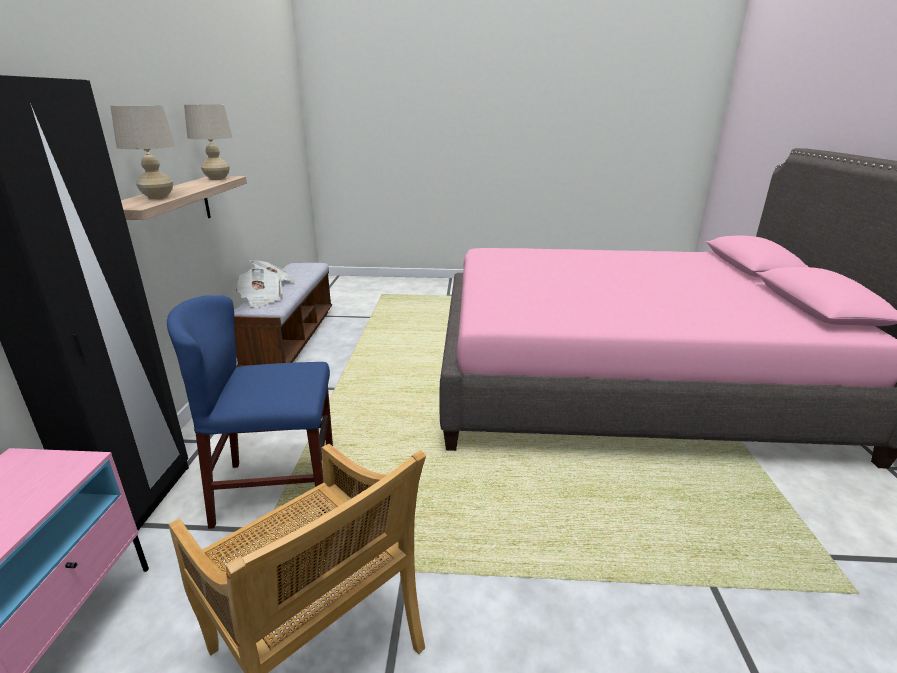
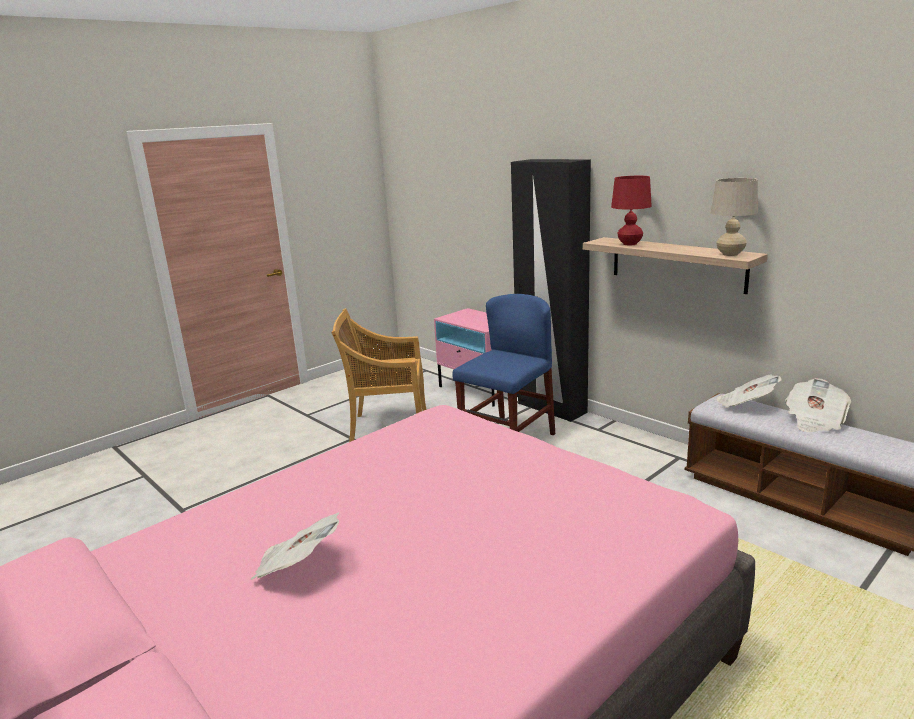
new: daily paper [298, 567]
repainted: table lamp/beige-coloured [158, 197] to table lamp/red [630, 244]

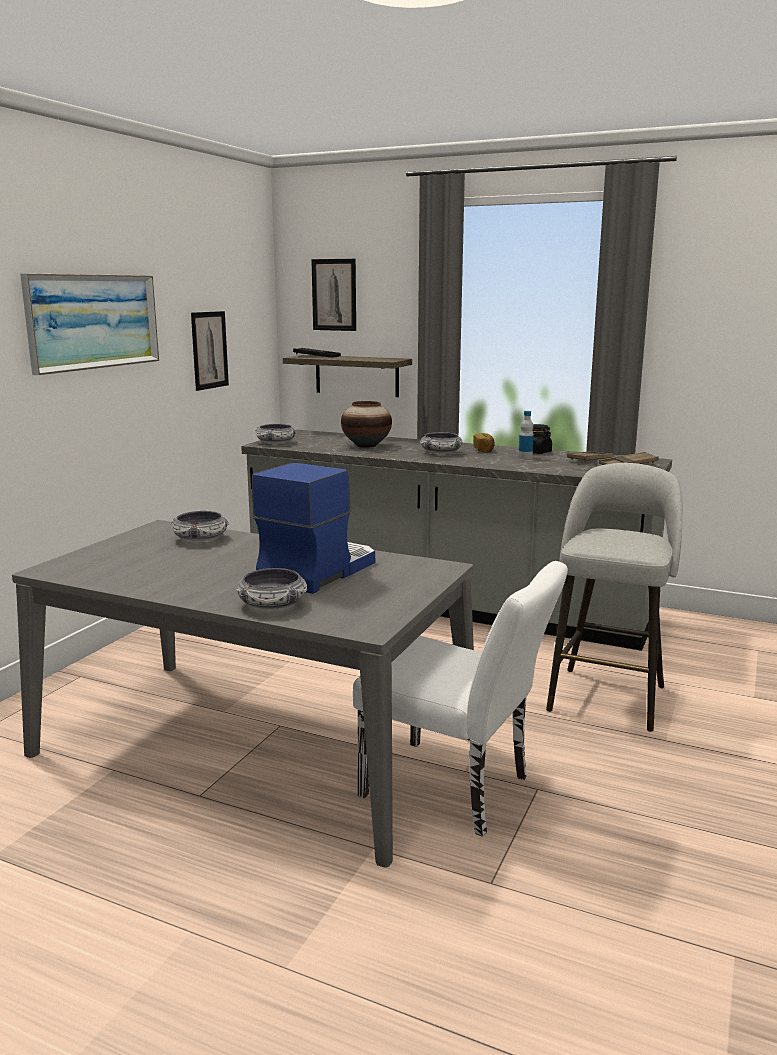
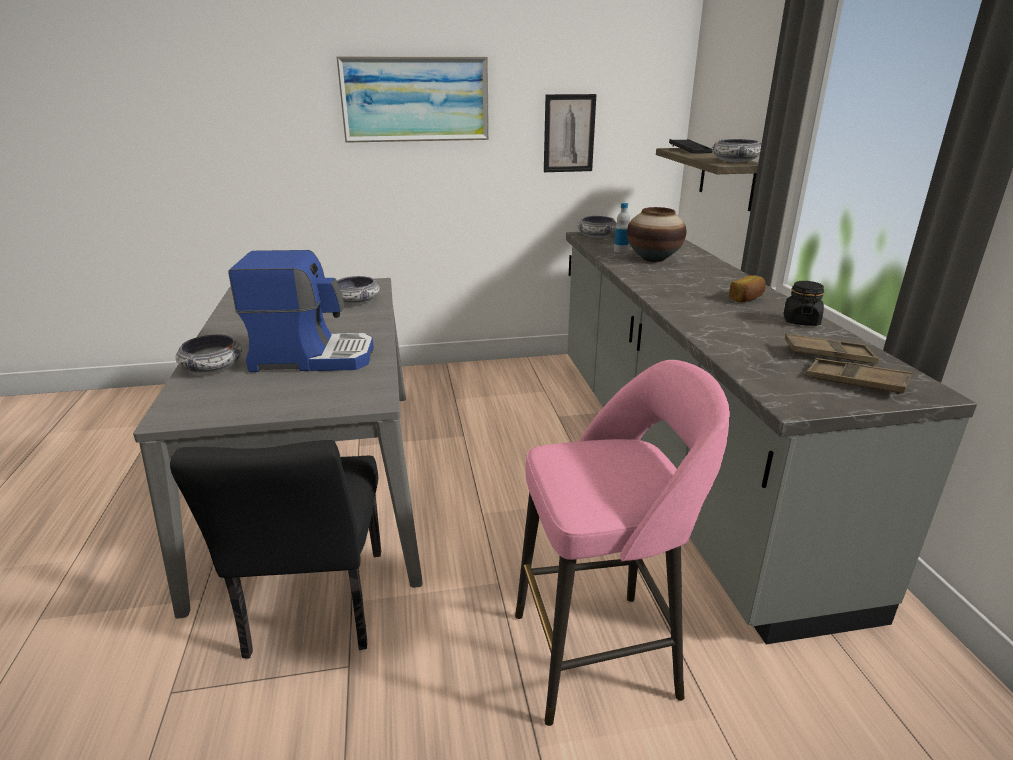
gone: wall art [334, 295]
shifted: drink bottle [525, 457] to [620, 250]; deep dish [441, 453] to [735, 162]
repainted: stool seat/grey [608, 696] to stool seat/pink-coloured [600, 654]; upright chair/whitish [457, 790] to upright chair/black-coloured [314, 611]

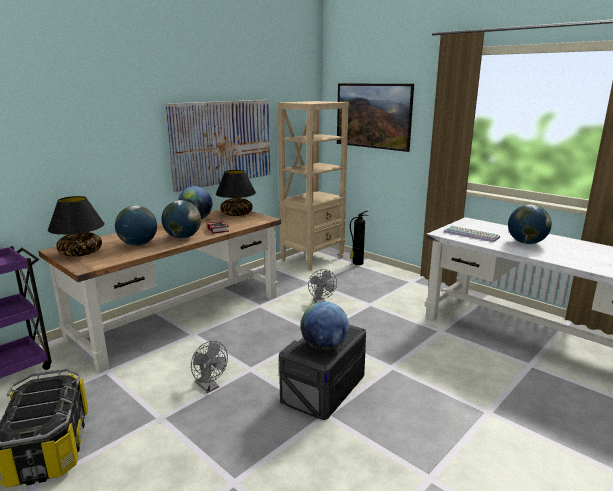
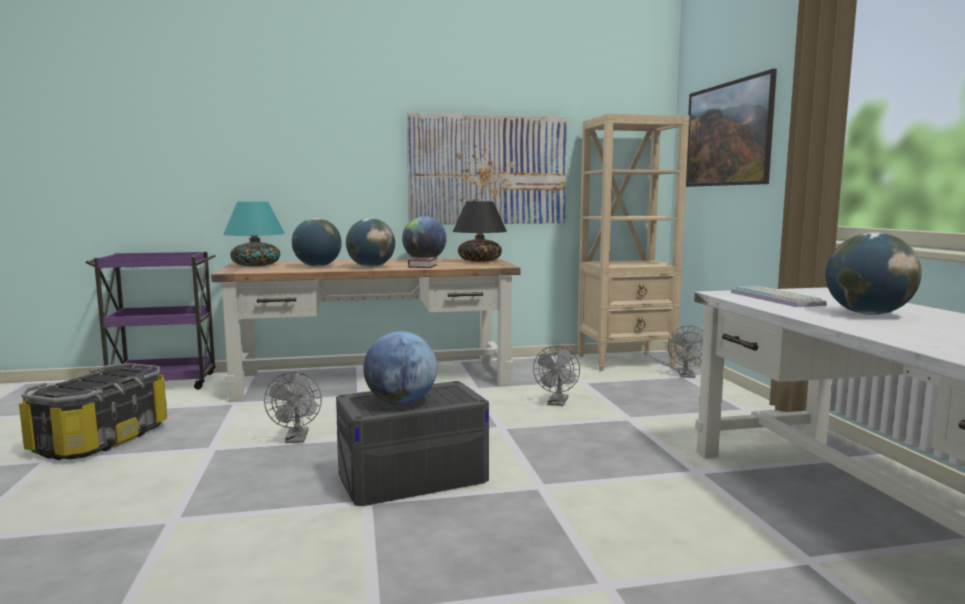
swapped: fire extinguisher [357, 263] to cooling fan/grey [687, 376]
repainted: table lamp/black-coloured [80, 253] to table lamp/turquoise [256, 265]

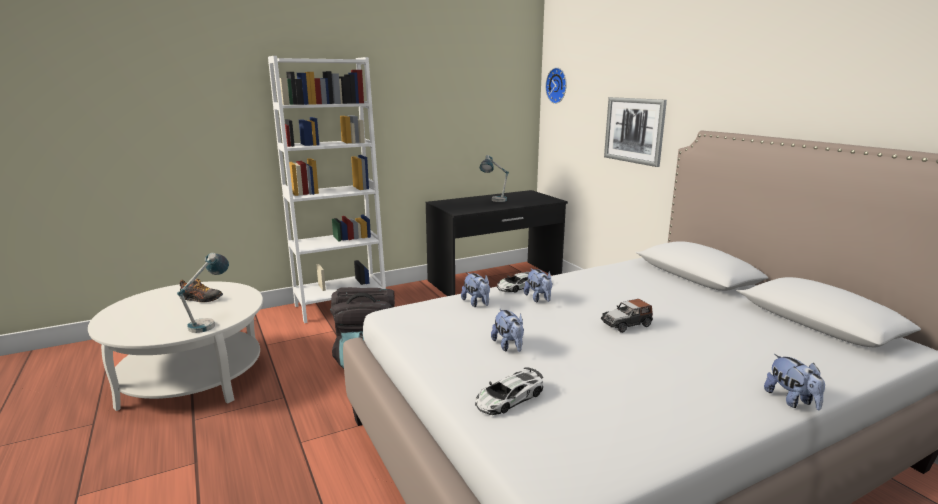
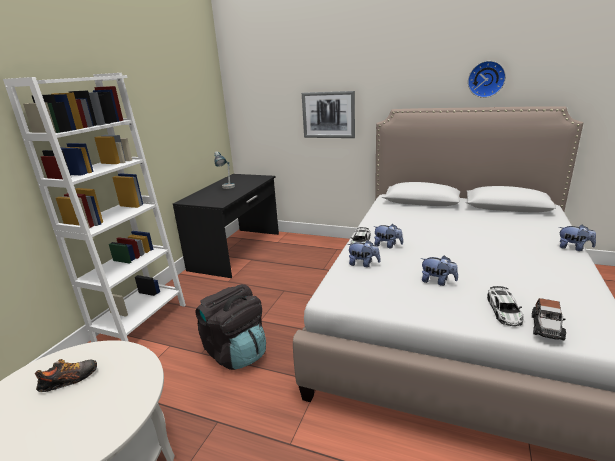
gone: table lamp [210, 323]
shifted: hanging clock [558, 85] to [486, 79]; toy car [626, 324] to [546, 327]

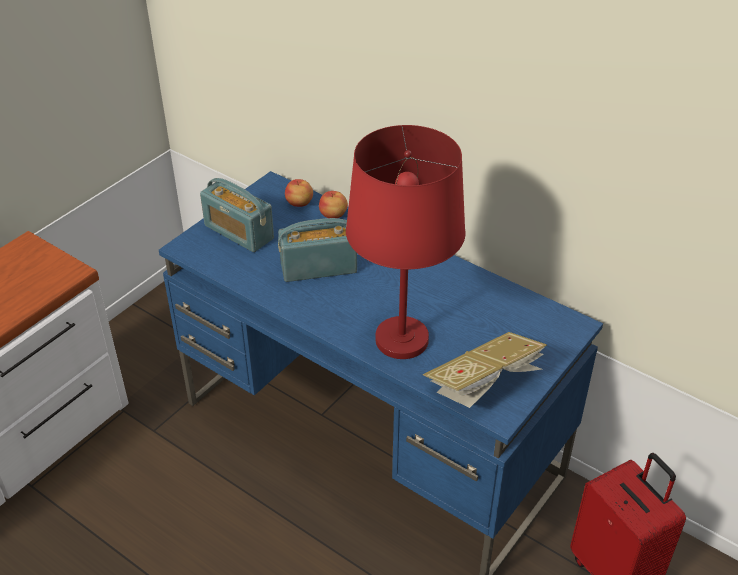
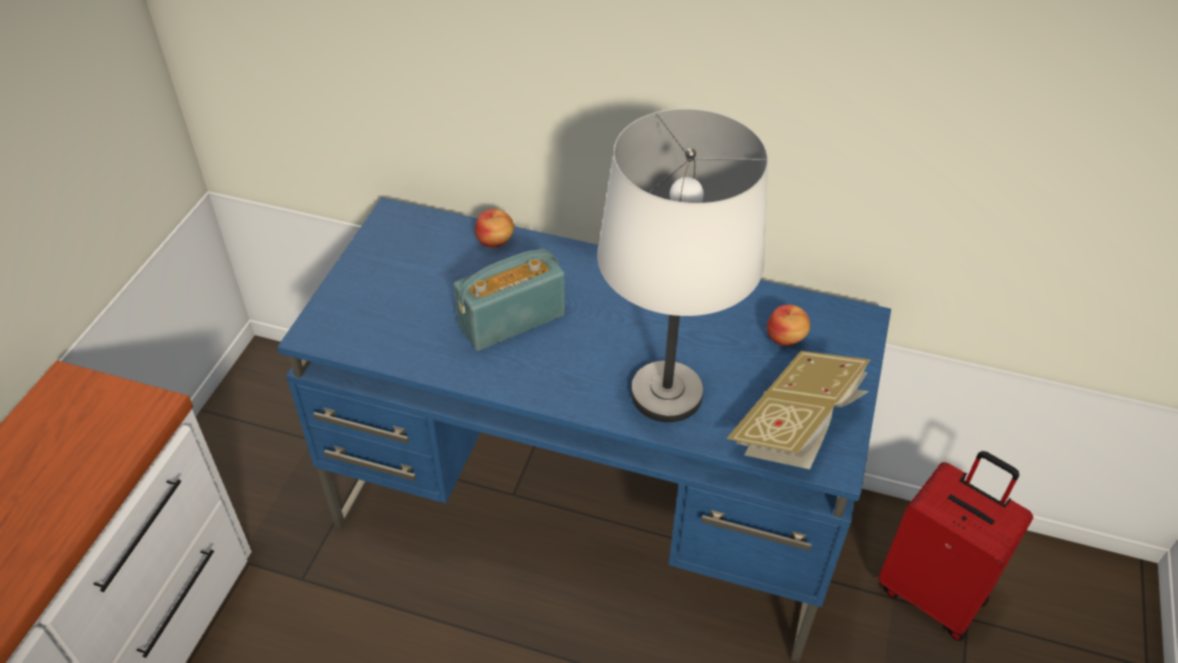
gone: radio [238, 232]
shifted: apple fruit [299, 203] to [786, 338]
repainted: table lamp/red [402, 339] to table lamp/whitish [666, 393]

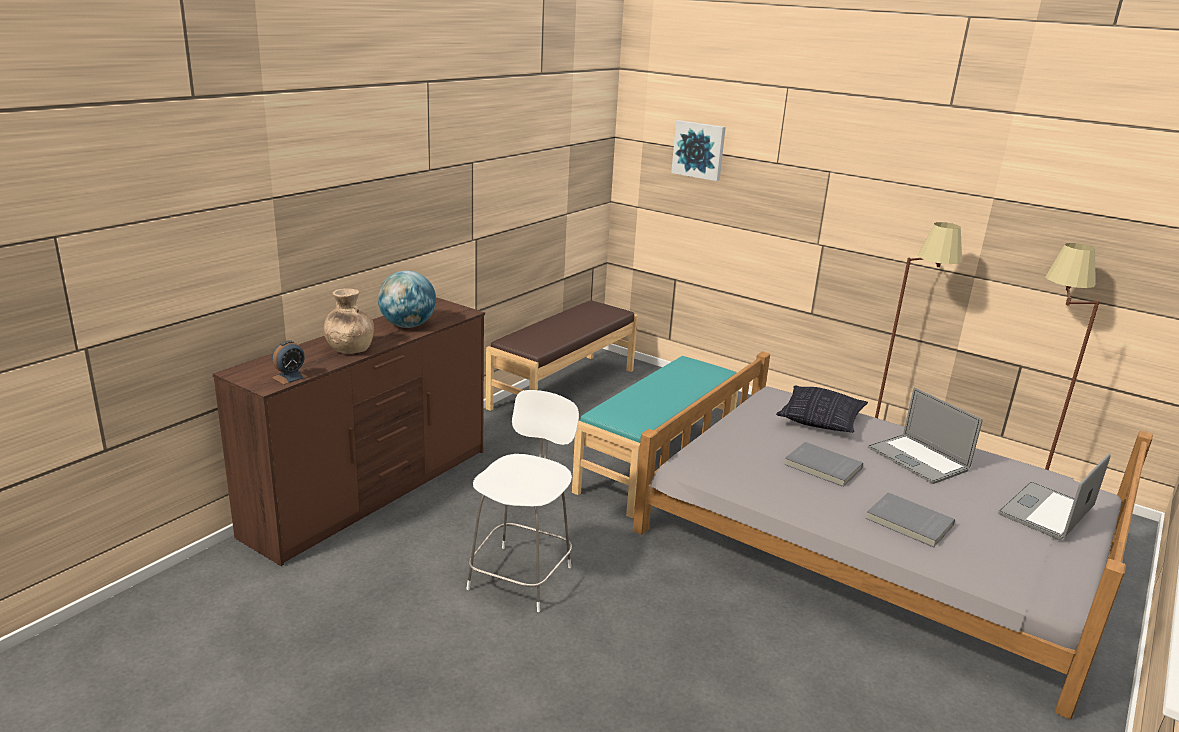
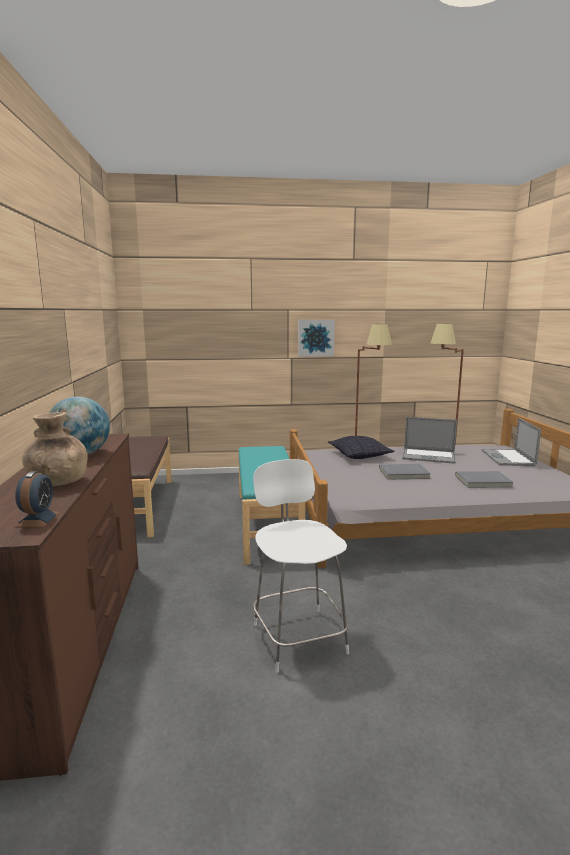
shifted: wall art [699, 150] to [315, 337]

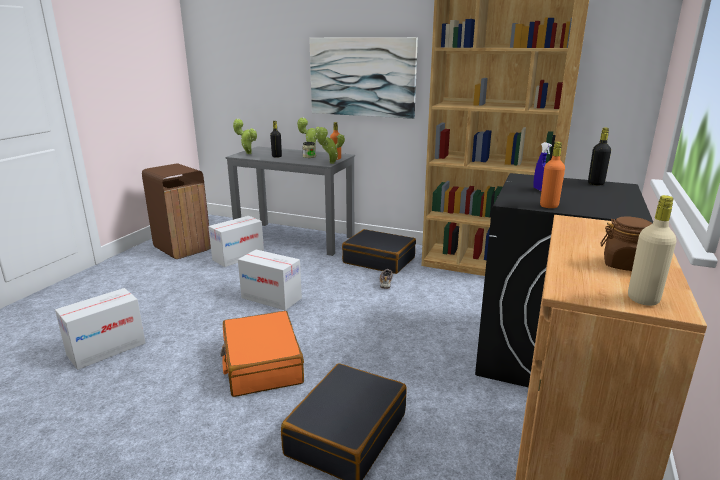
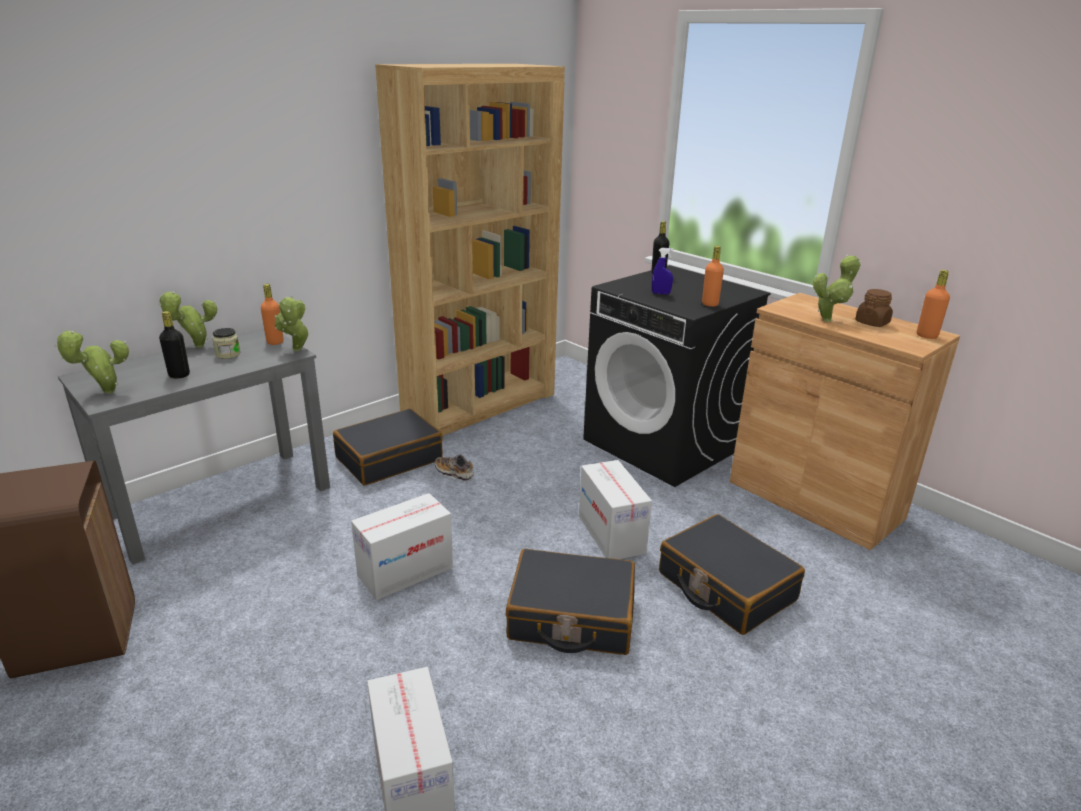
gone: wall art [362, 77]
new: potted plant [829, 319]
shifted: packing box [238, 257] to [611, 534]
repainted: drink bottle/beige-coloured [643, 299] to drink bottle/orange [926, 336]; suitcase/orange [262, 364] to suitcase/black-coloured [571, 617]

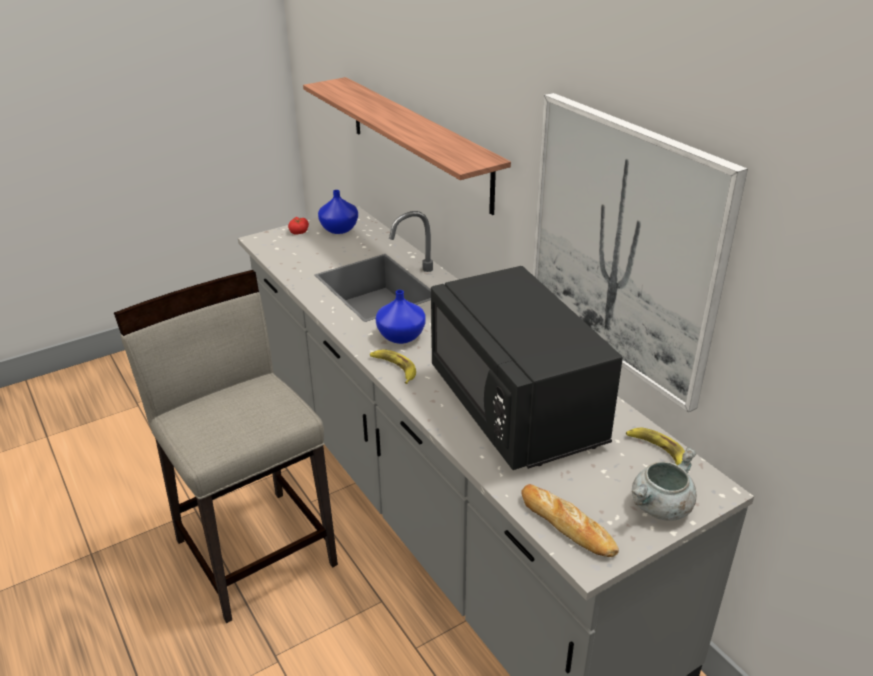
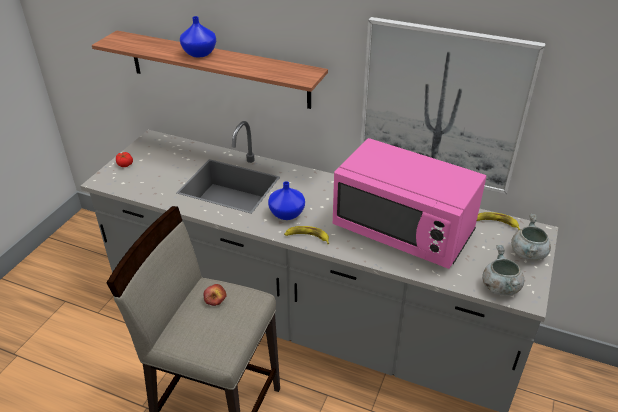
new: apple fruit [215, 299]
shifted: decorative vase/blue-coloured [338, 229] to [199, 53]
swapped: baked bread [567, 525] to saucepot/grey [499, 286]
repainted: microwave/black-coloured [517, 408] to microwave/pink-coloured [403, 231]

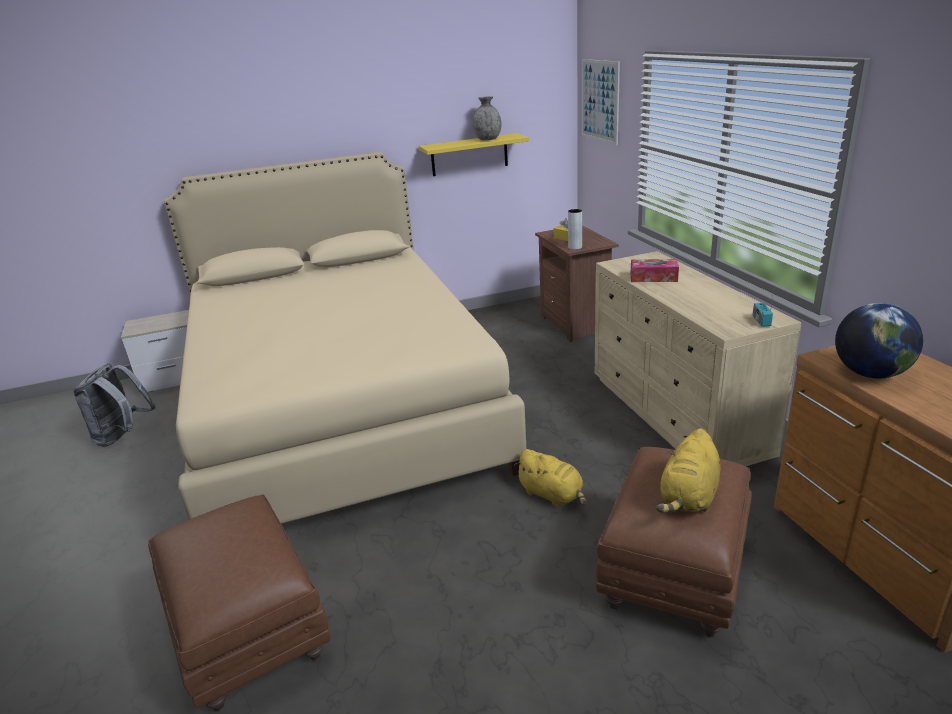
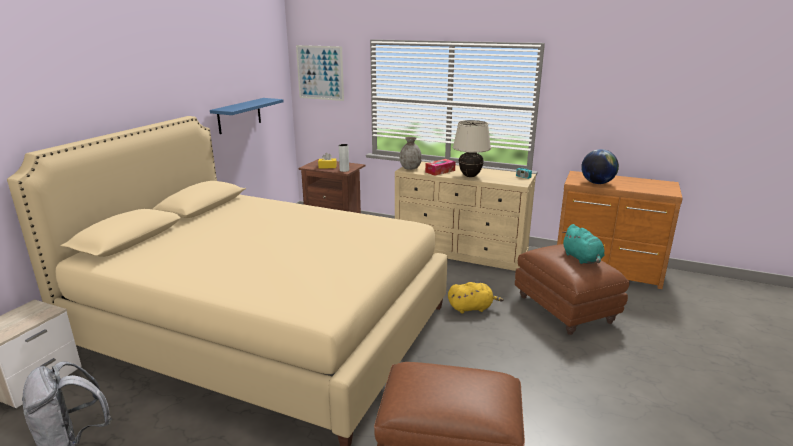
new: table lamp/beige-coloured [470, 176]
shifted: decorative vase/grey [487, 139] to [410, 168]
repainted: bracket shelf/yellow-coloured [469, 155] to bracket shelf/blue-coloured [239, 115]; soft toy/yellow-coloured [688, 497] to soft toy/turquoise [582, 259]

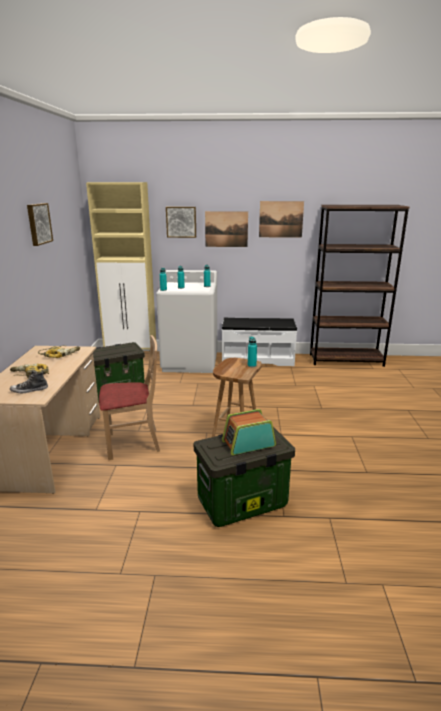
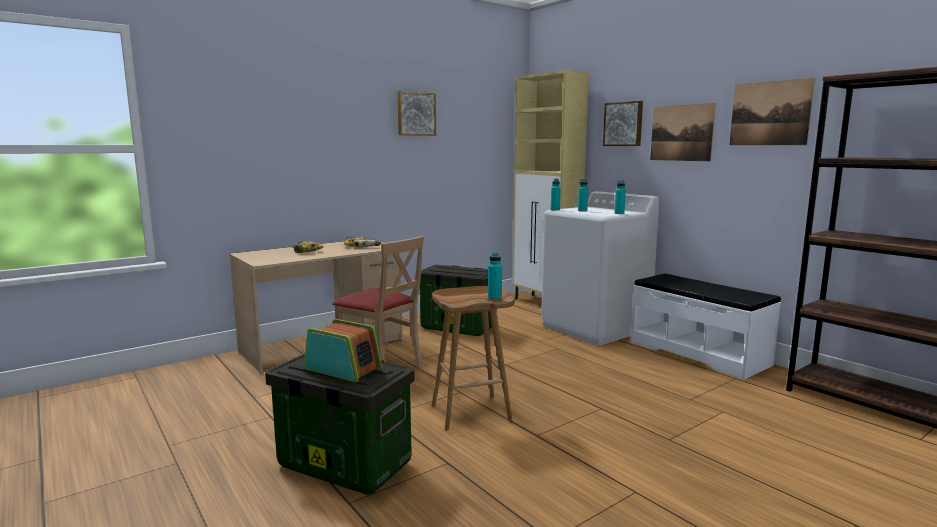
gone: shoe [29, 390]

